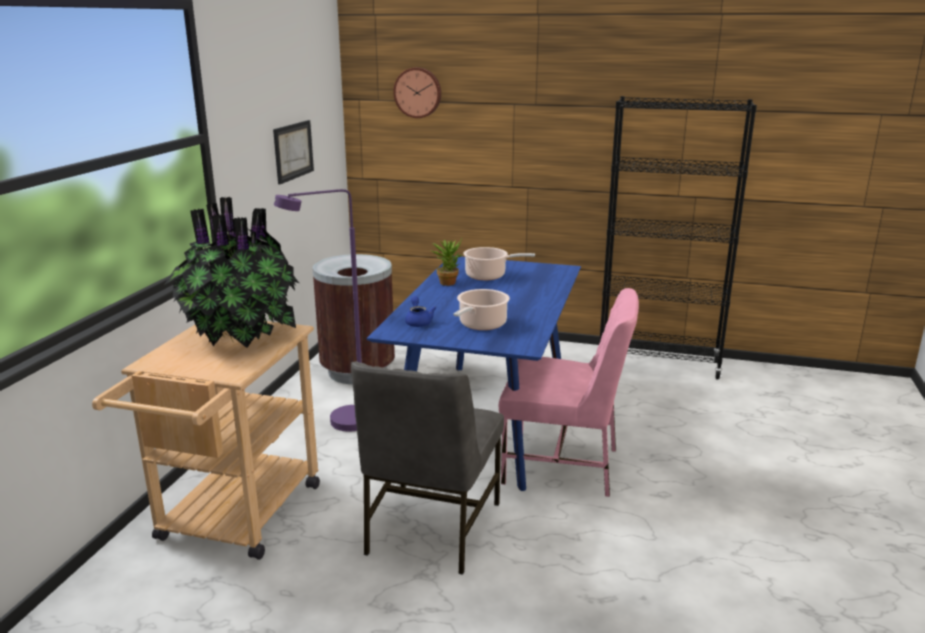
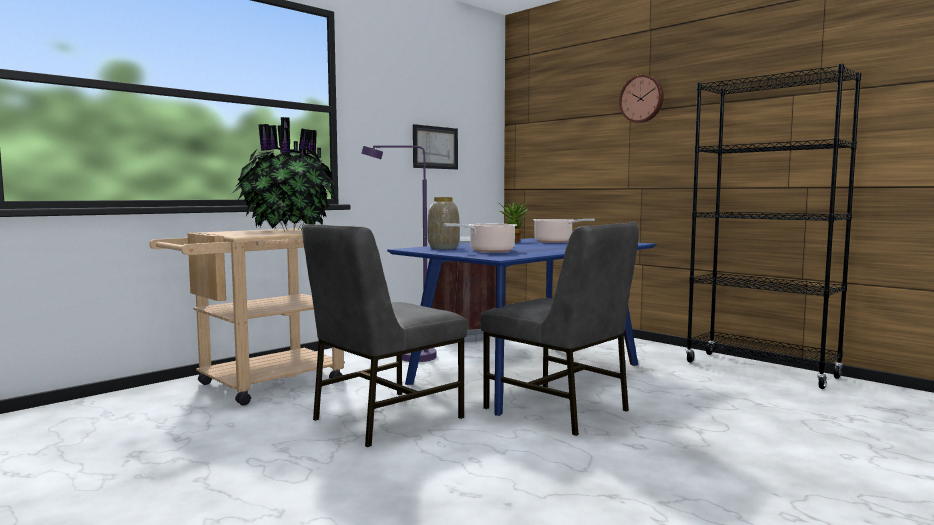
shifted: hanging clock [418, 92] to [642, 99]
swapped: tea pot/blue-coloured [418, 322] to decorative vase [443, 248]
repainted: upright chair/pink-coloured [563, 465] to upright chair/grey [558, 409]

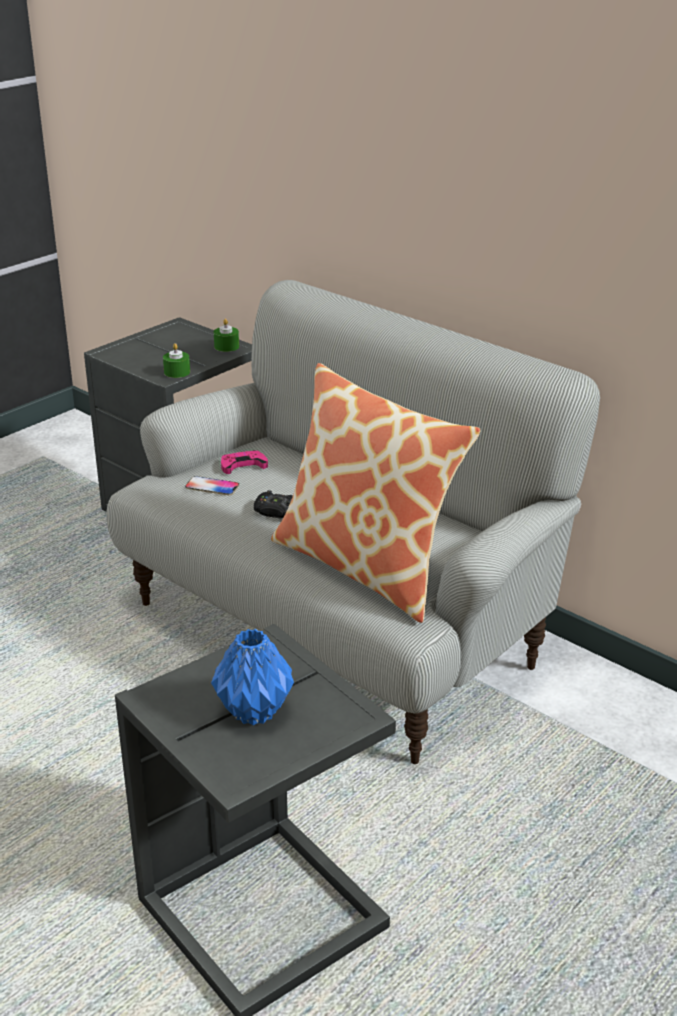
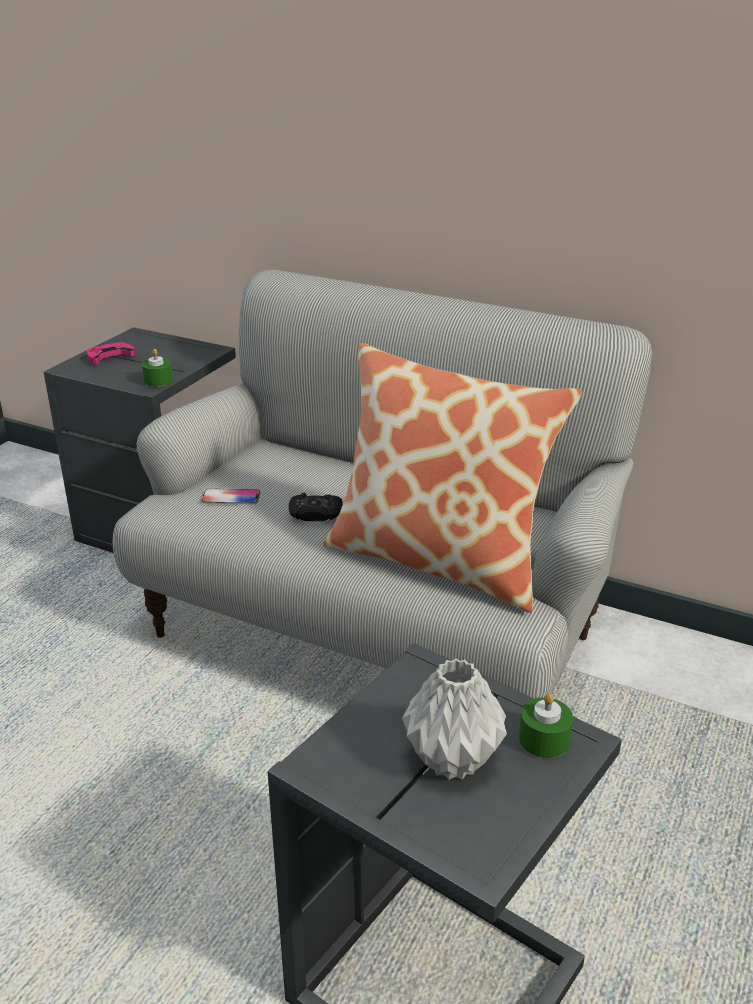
shifted: wax light/green [226, 346] to [544, 739]; gamepad/pink-coloured [243, 465] to [110, 356]
repainted: decorative vase/blue-coloured [255, 712] to decorative vase/grey [454, 761]

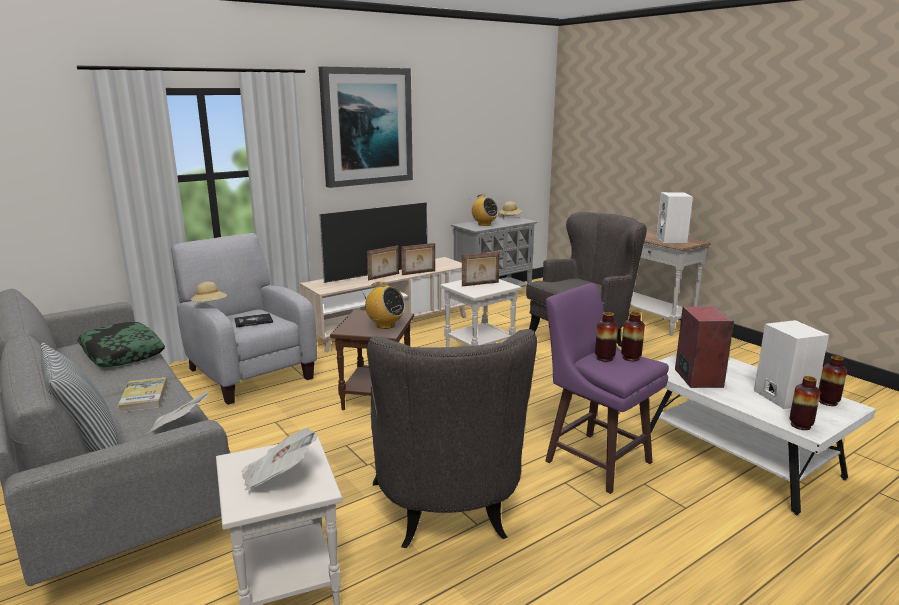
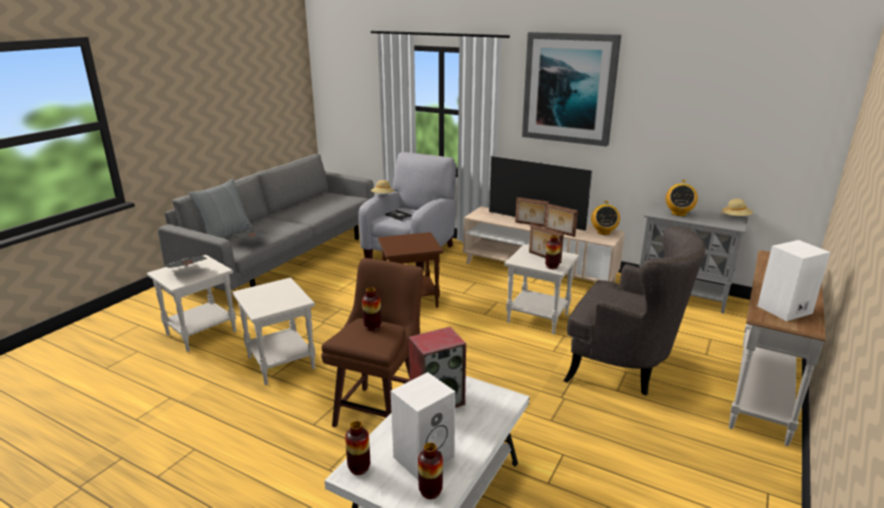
gone: throw pillow [122, 353]; volume [144, 397]
shifted: radio [385, 325] to [603, 232]; decorative vase [630, 358] to [552, 267]
swapped: easy chair/grey [448, 513] to side table/whitish [280, 363]
repainted: stool seat/purple-coloured [596, 460] to stool seat/brown [380, 412]

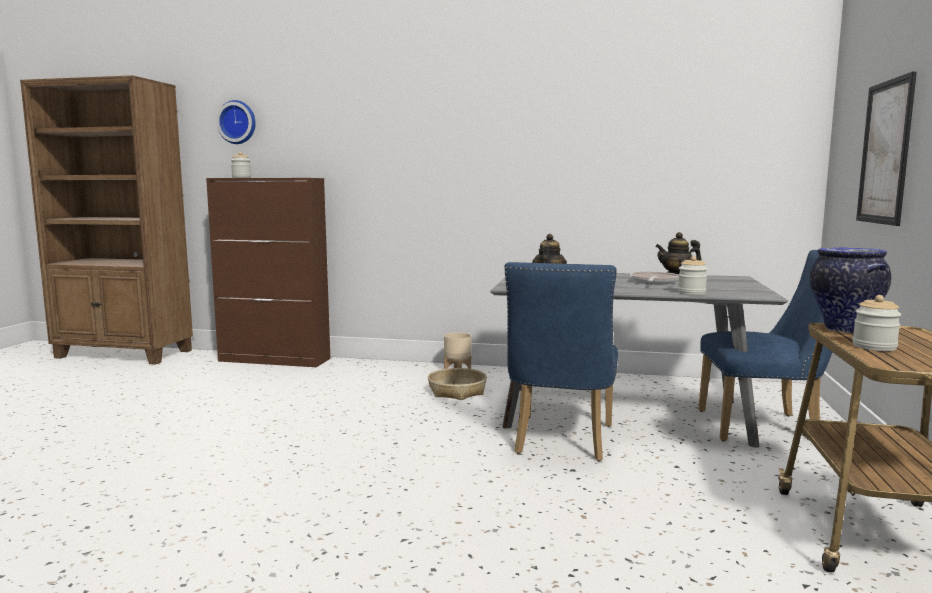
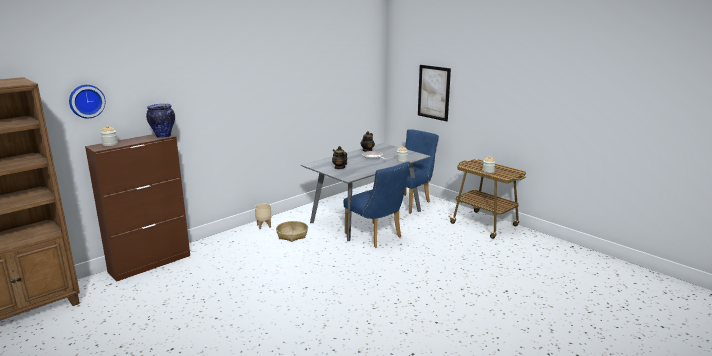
shifted: decorative vase [843, 329] to [163, 136]

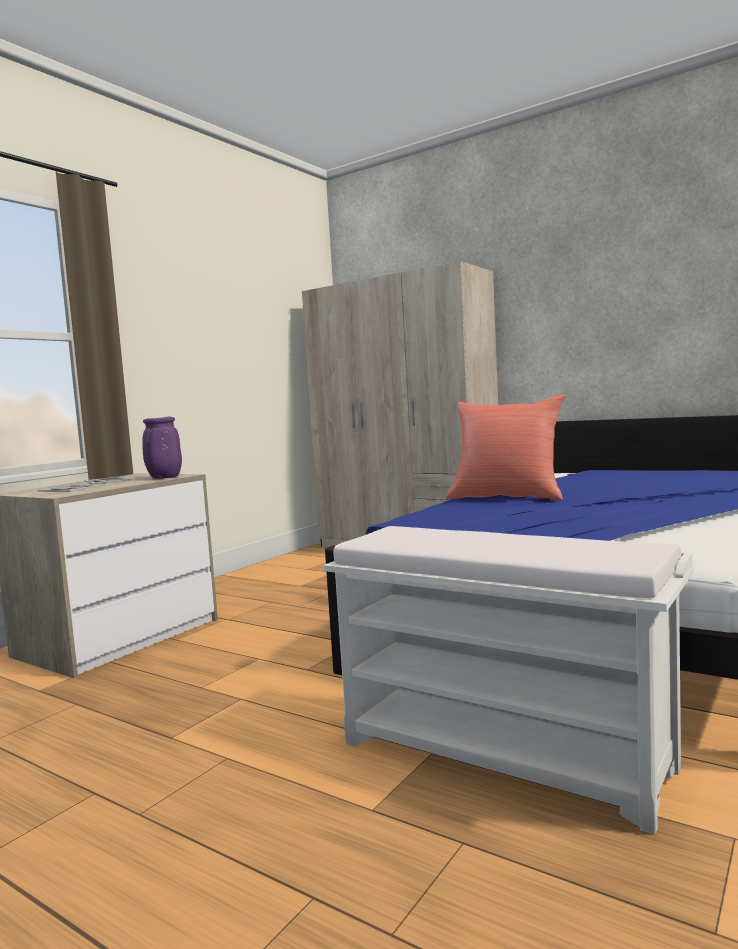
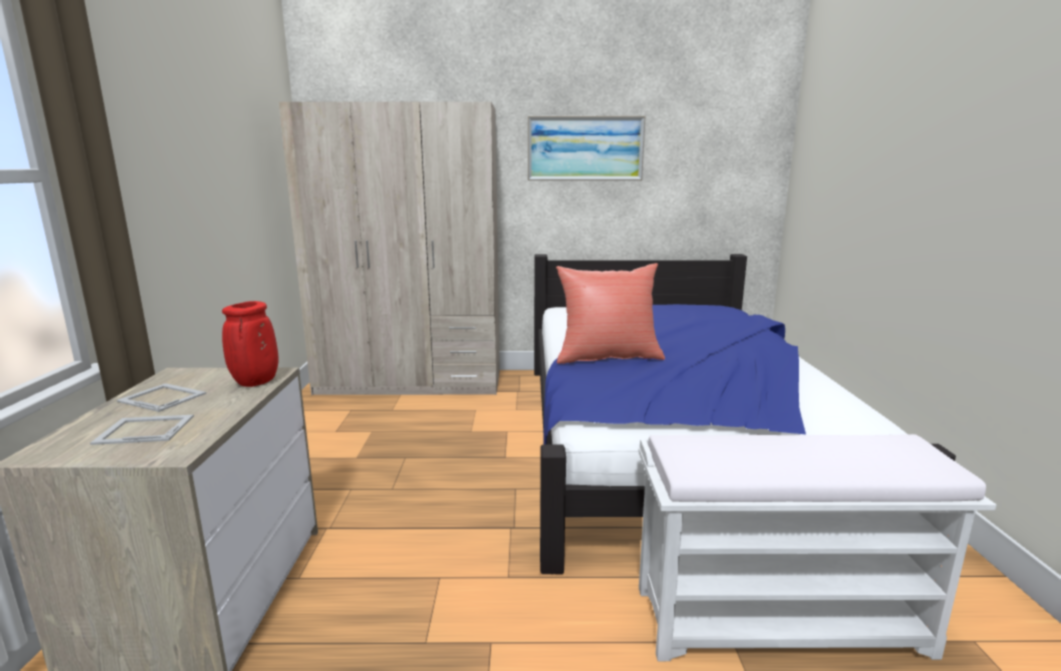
new: wall art [585, 148]
repainted: decorative vase/purple-coloured [164, 478] to decorative vase/red [255, 383]

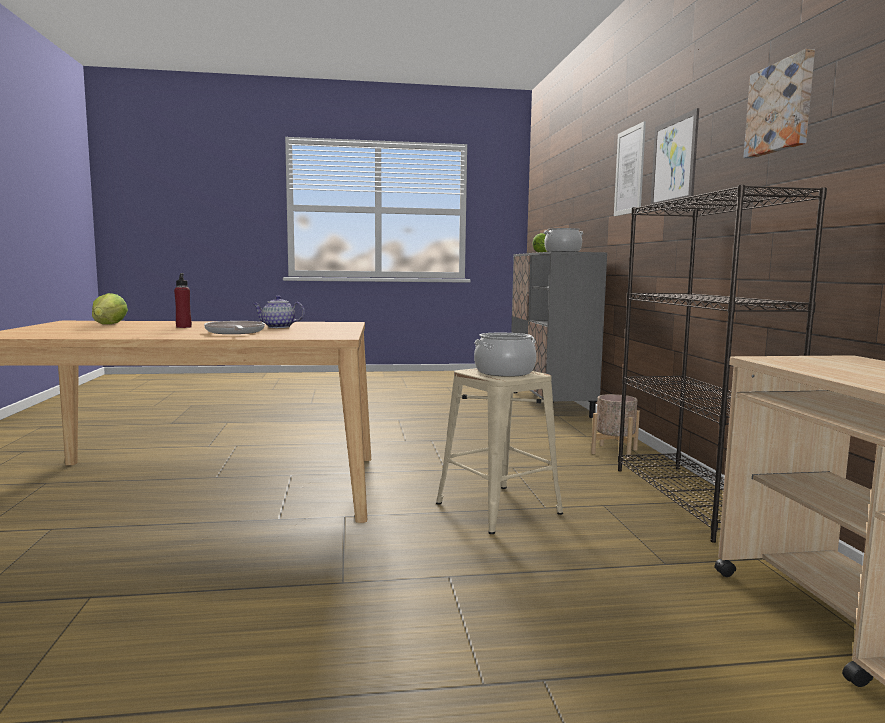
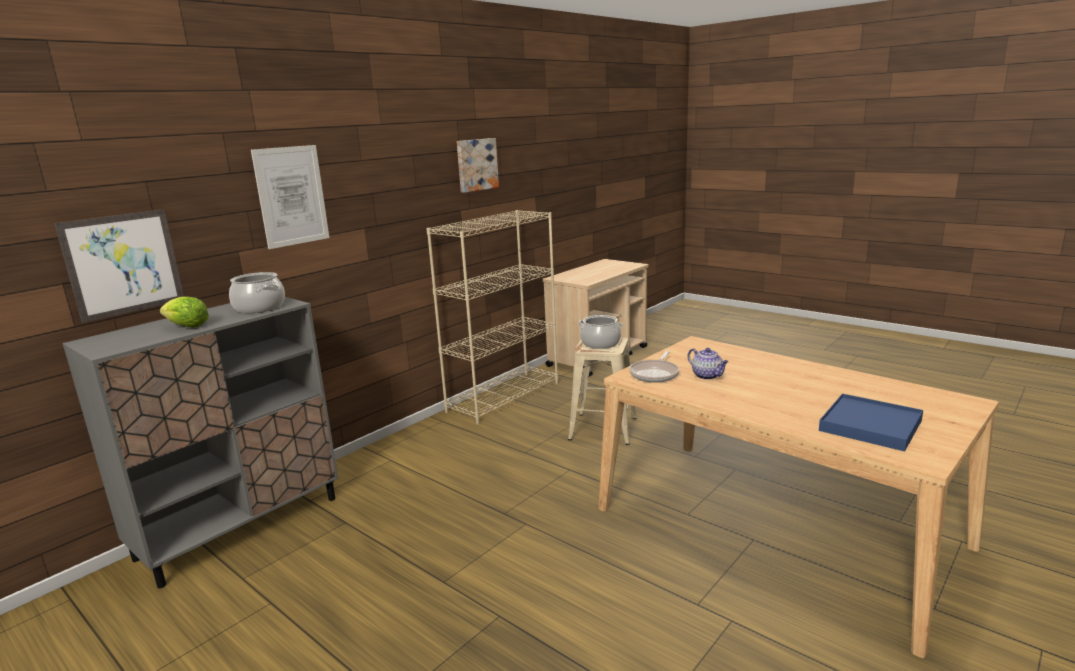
gone: drink bottle/red [184, 327]; planter/beige-coloured [614, 451]
shifted: wall art [674, 161] to [123, 264]; pan [235, 332] to [655, 374]
swapped: lettuce [109, 325] to carrying tray/blue-coloured [870, 425]
repainted: bookcase/black-coloured [694, 500] to bookcase/beige-coloured [504, 397]

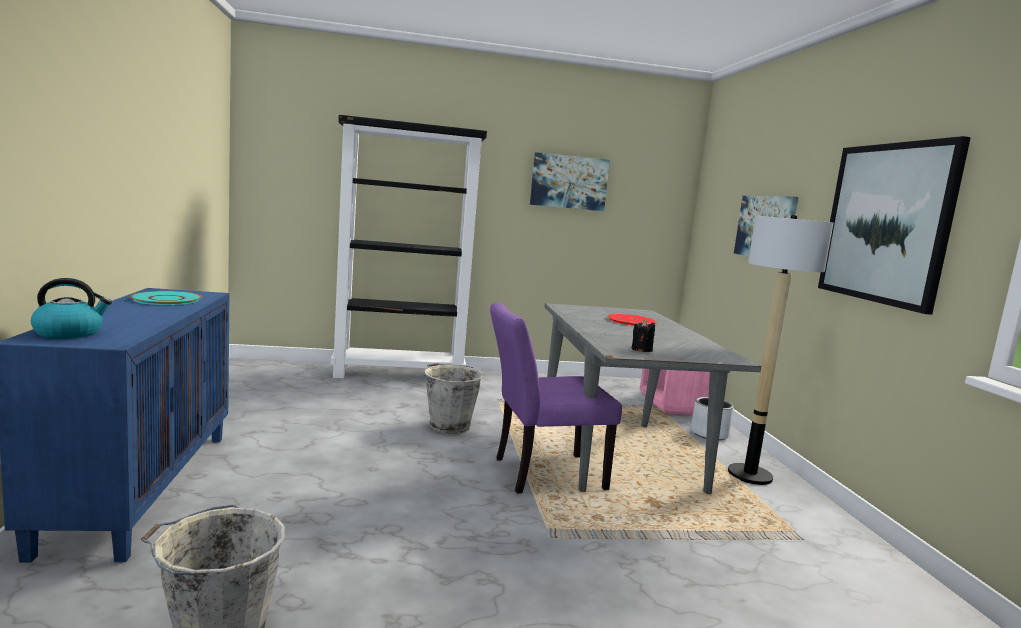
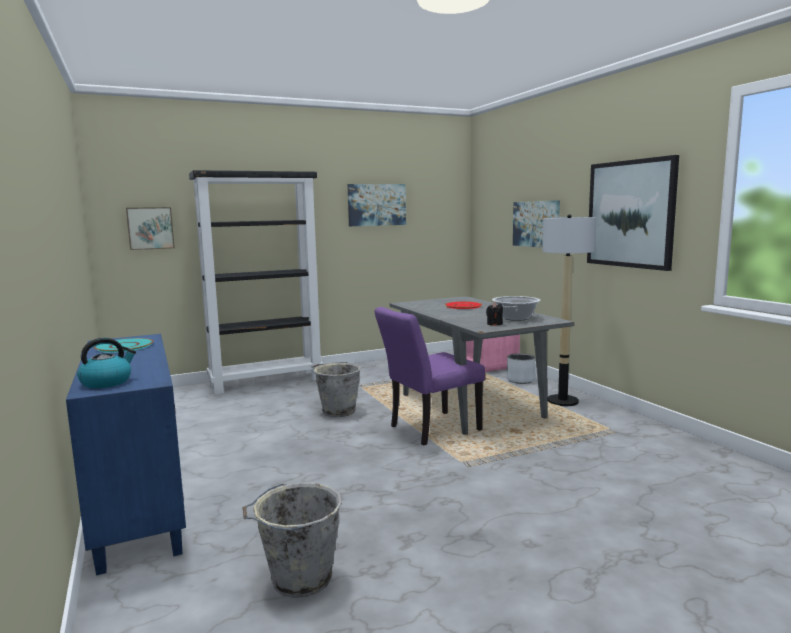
new: wall art [150, 228]; saucepot [515, 318]

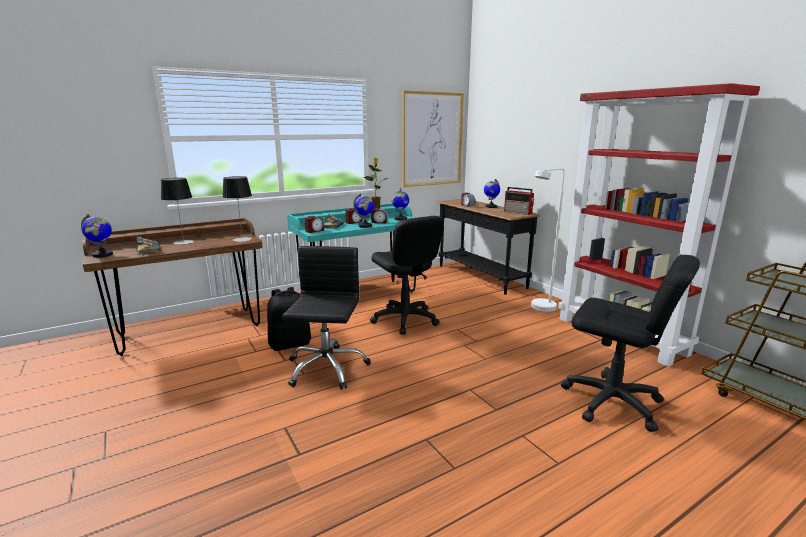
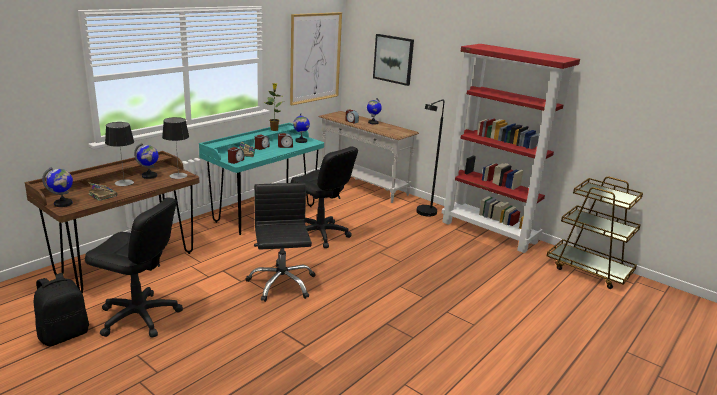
gone: radio [518, 212]
new: wall art [393, 59]
shifted: desk globe [365, 226] to [149, 176]; desk chair/black-coloured [612, 402] to [139, 317]; rucksack/black-coloured [290, 344] to [64, 334]
repainted: standard lamp/whitish [540, 309] to standard lamp/black-coloured [424, 214]; hall table/black-coloured [480, 276] to hall table/whitish [363, 186]

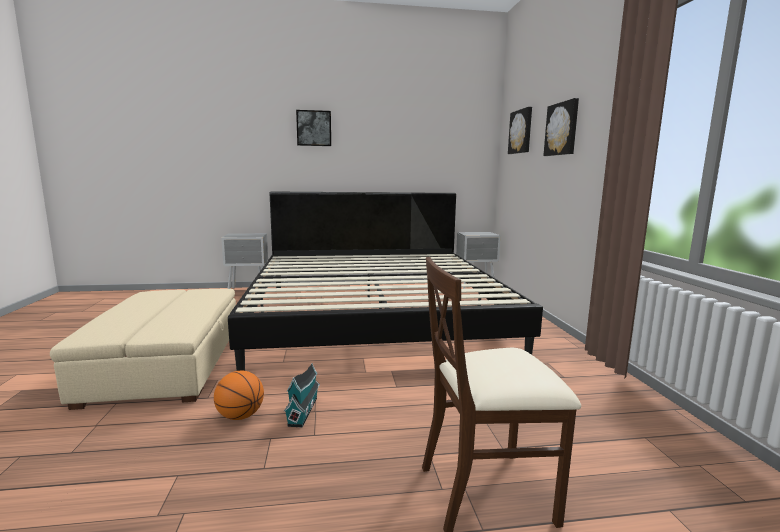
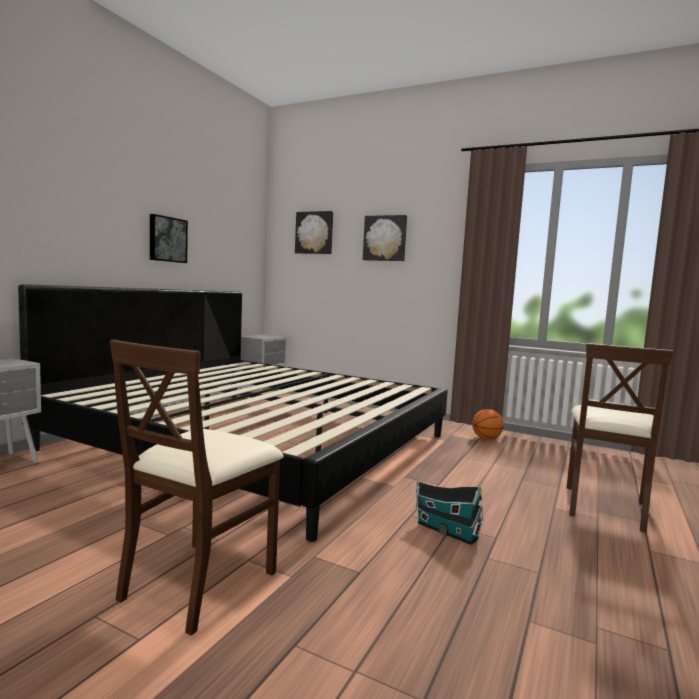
shifted: wall art [314, 128] to [167, 239]; basketball [240, 416] to [486, 439]
swapped: footrest/beige-coloured [166, 363] to upright chair/beige-coloured [199, 582]

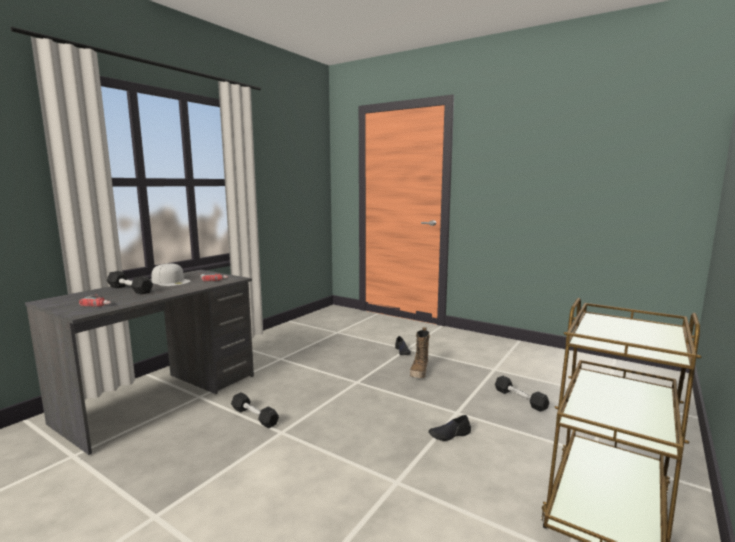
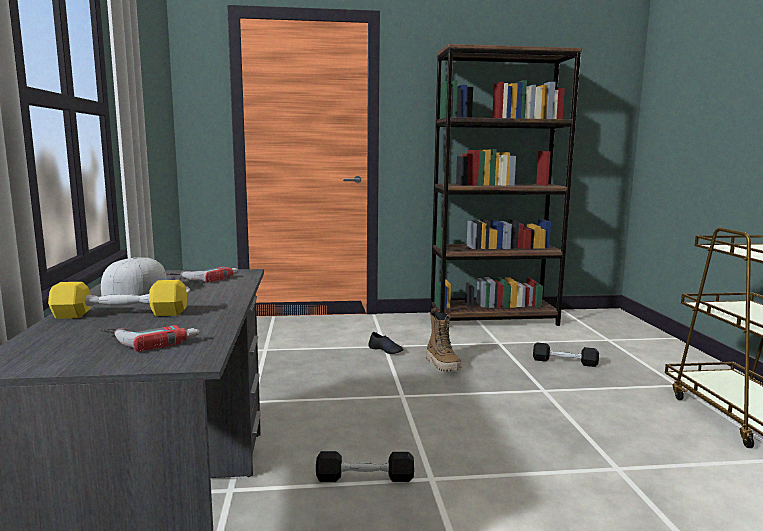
gone: shoe/black-coloured [449, 434]
new: bookcase/brown [493, 319]
repainted: free weight/black-coloured [130, 289] to free weight/yellow-coloured [120, 314]

